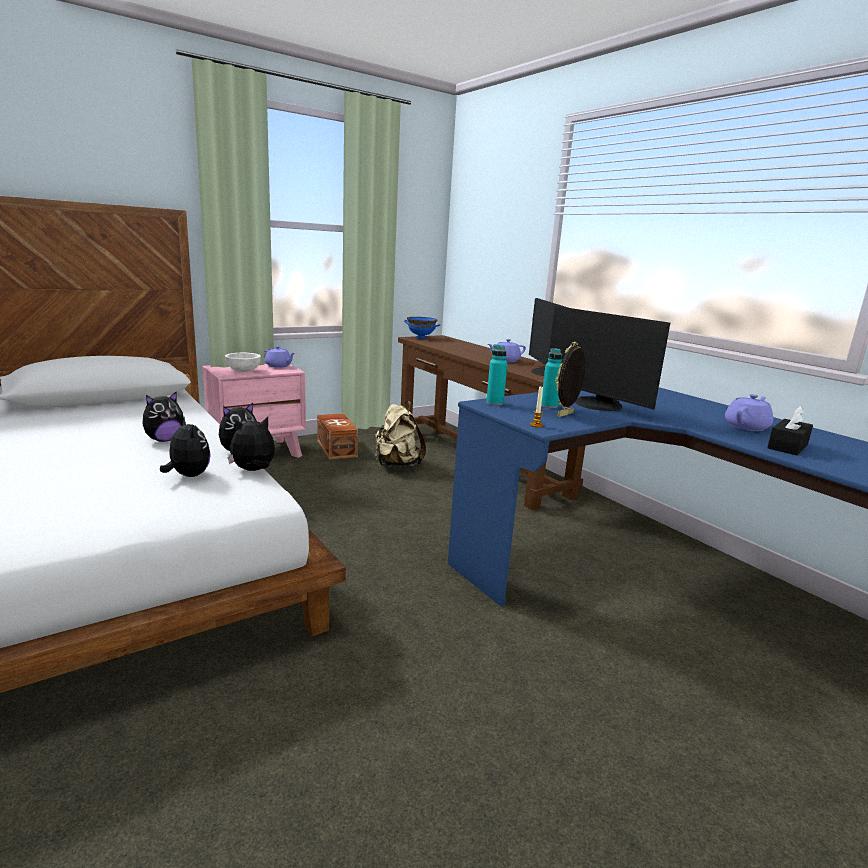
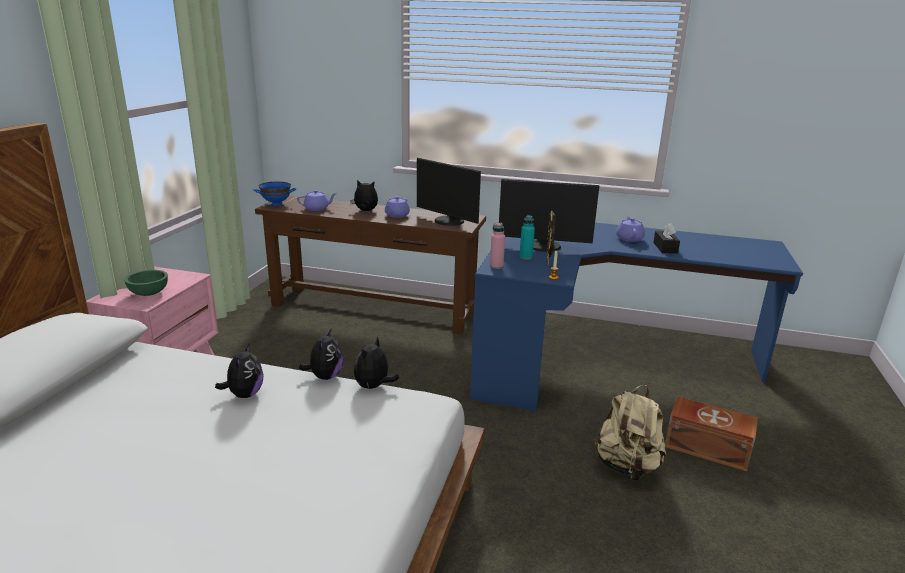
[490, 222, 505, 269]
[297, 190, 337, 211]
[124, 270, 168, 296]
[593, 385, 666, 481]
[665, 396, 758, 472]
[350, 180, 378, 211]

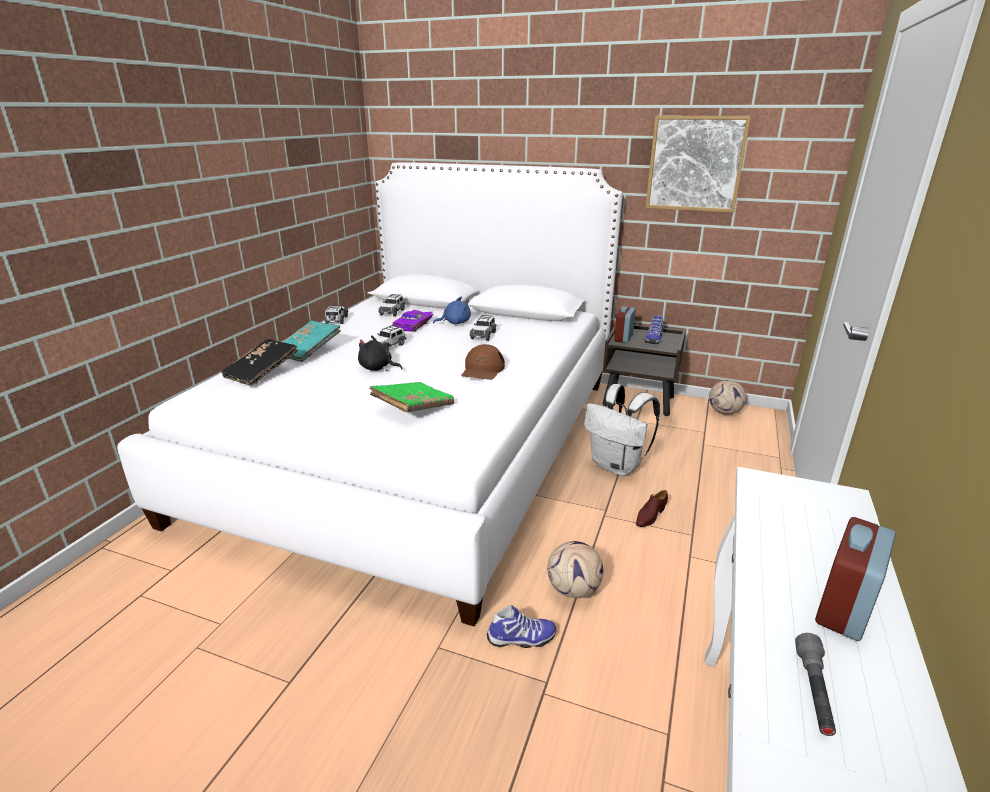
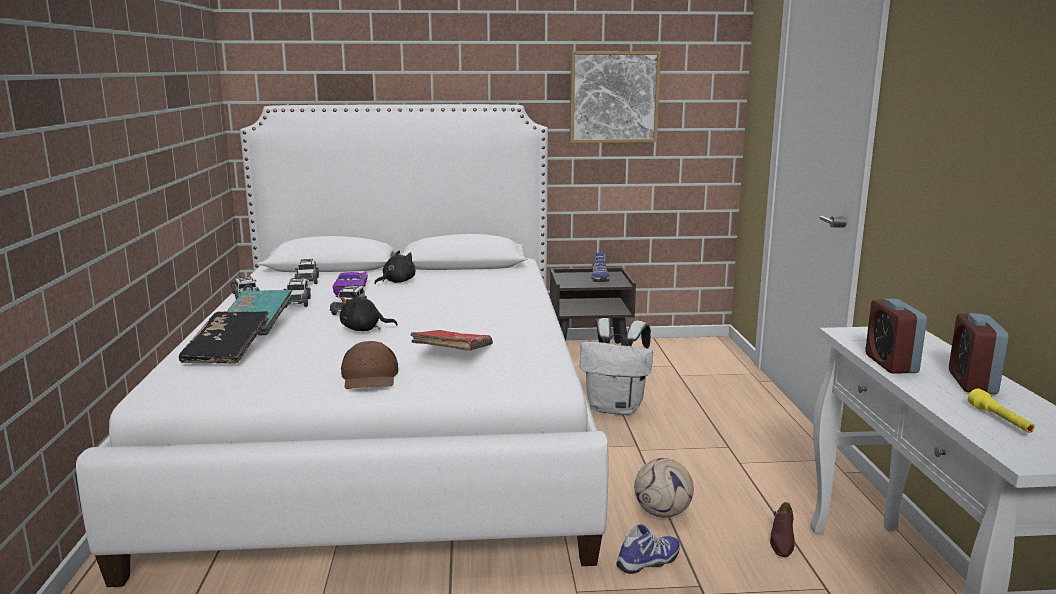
[374, 250, 416, 284]
[865, 299, 927, 374]
[284, 278, 311, 308]
[341, 341, 398, 389]
[709, 380, 746, 415] (first image)
[410, 330, 493, 351]
[770, 502, 794, 557]
[968, 389, 1035, 433]

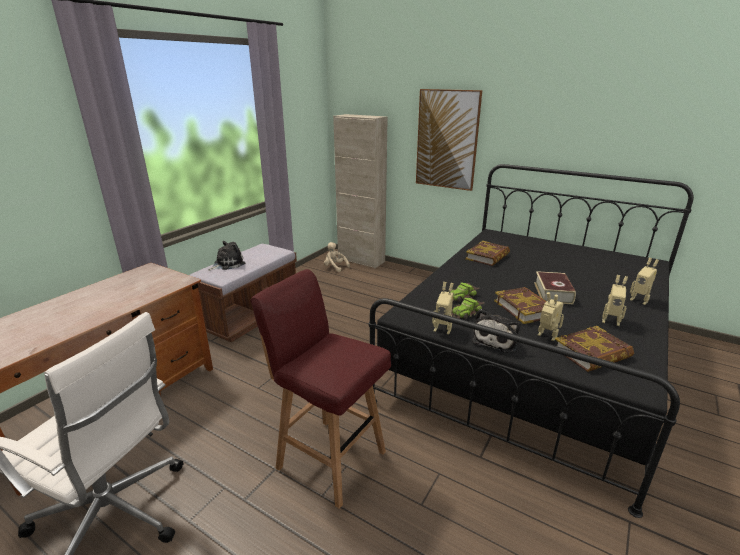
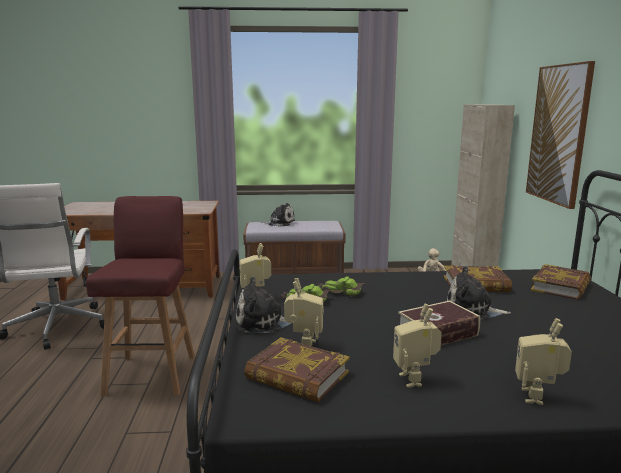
[531, 264, 591, 300]
[447, 266, 511, 320]

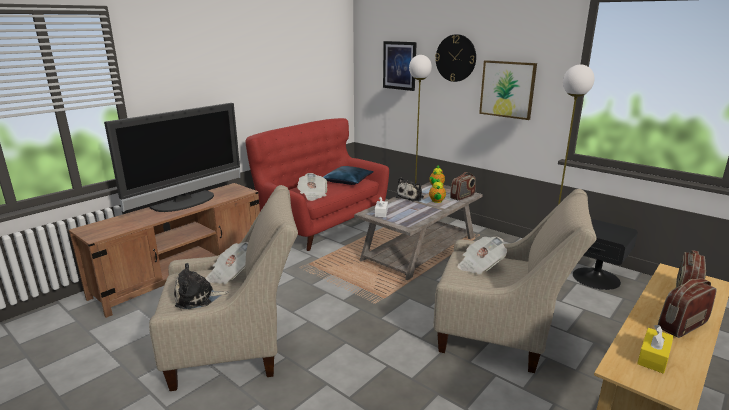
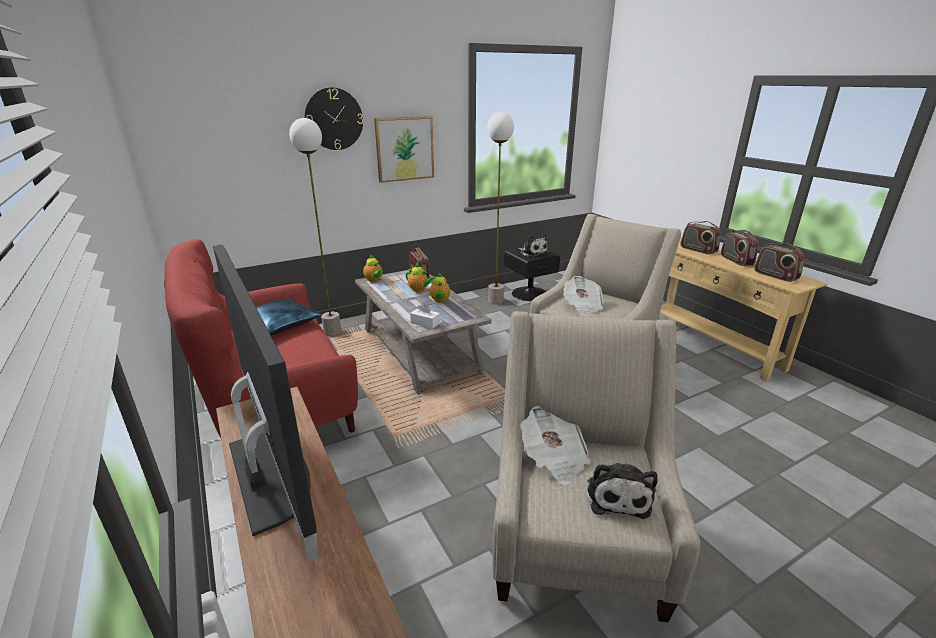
[383, 41, 417, 91] (first image)
[297, 173, 327, 201] (first image)
[518, 235, 548, 257]
[754, 243, 804, 282]
[430, 272, 450, 303]

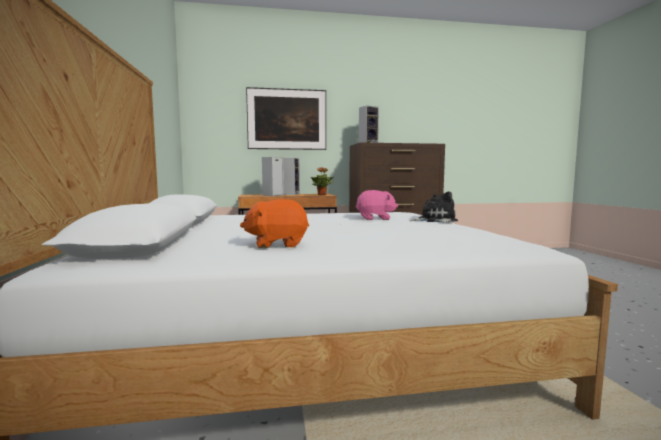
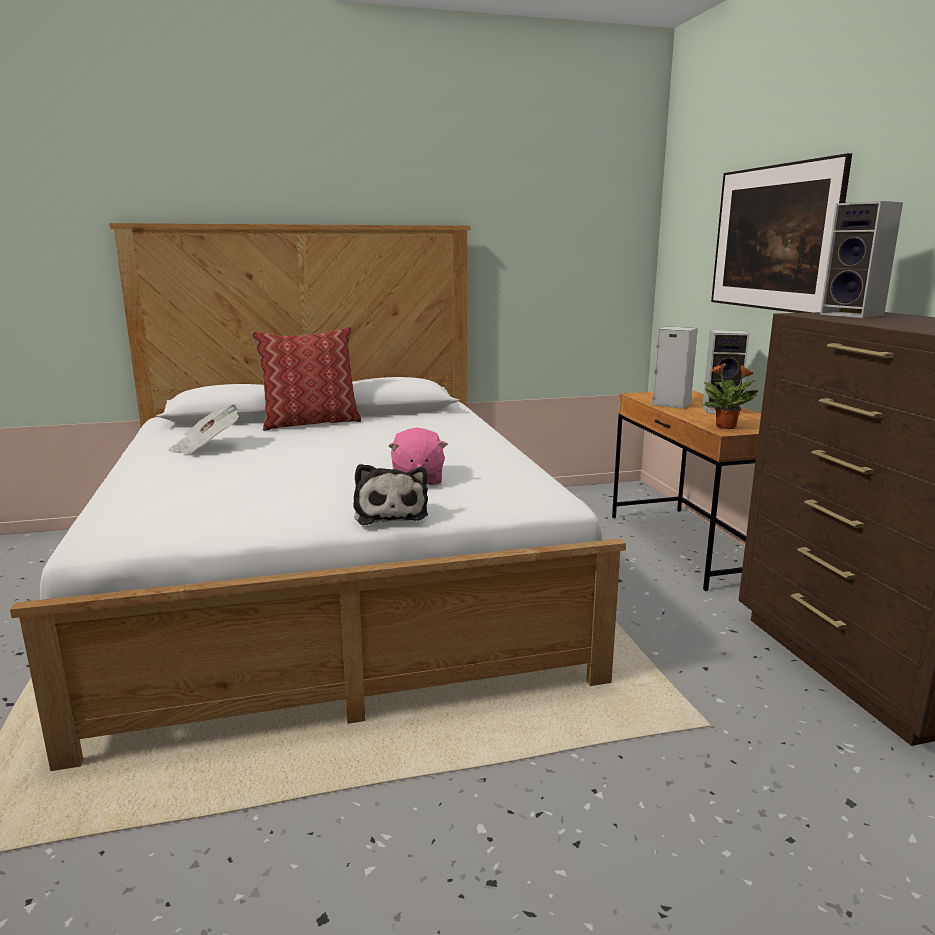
[169, 404, 241, 453]
[251, 327, 361, 431]

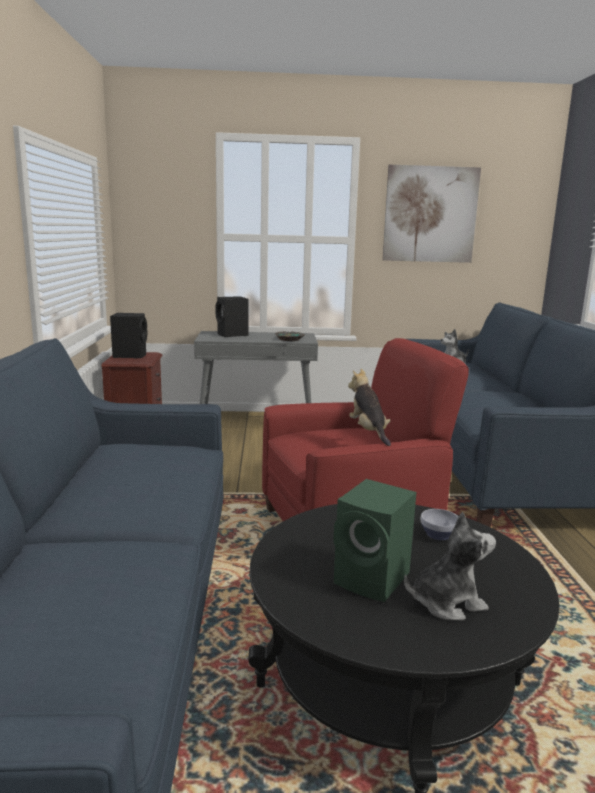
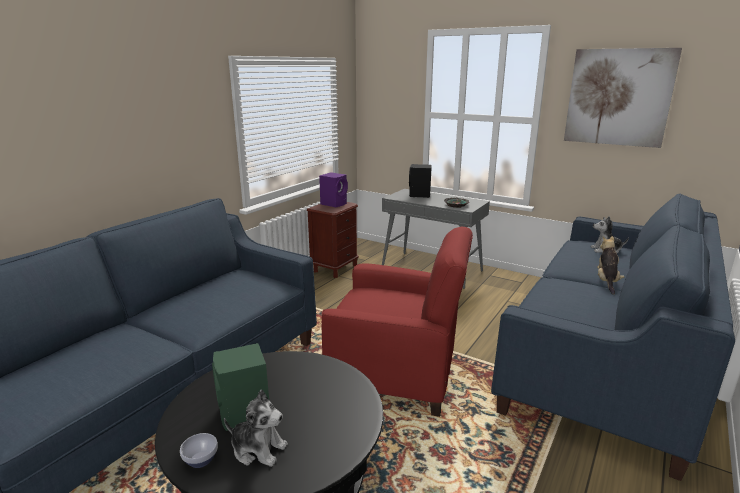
[319, 172, 348, 207]
[597, 236, 624, 294]
[180, 433, 218, 468]

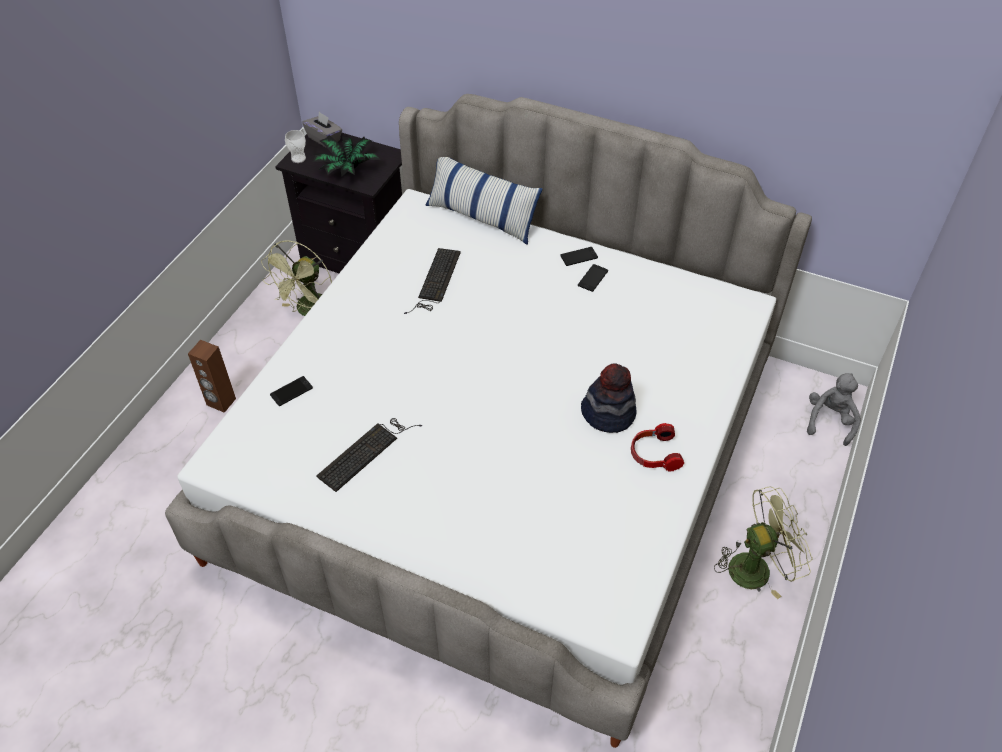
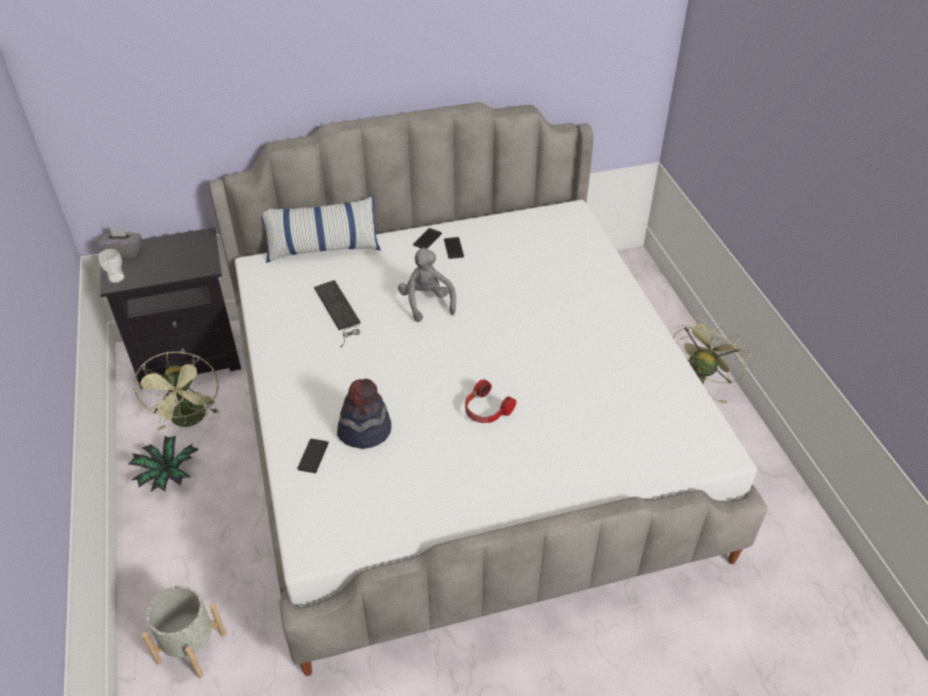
[129, 436, 199, 492]
[188, 340, 236, 413] (first image)
[337, 379, 391, 449]
[398, 248, 456, 322]
[316, 418, 422, 492] (first image)
[465, 379, 516, 423]
[142, 586, 226, 678]

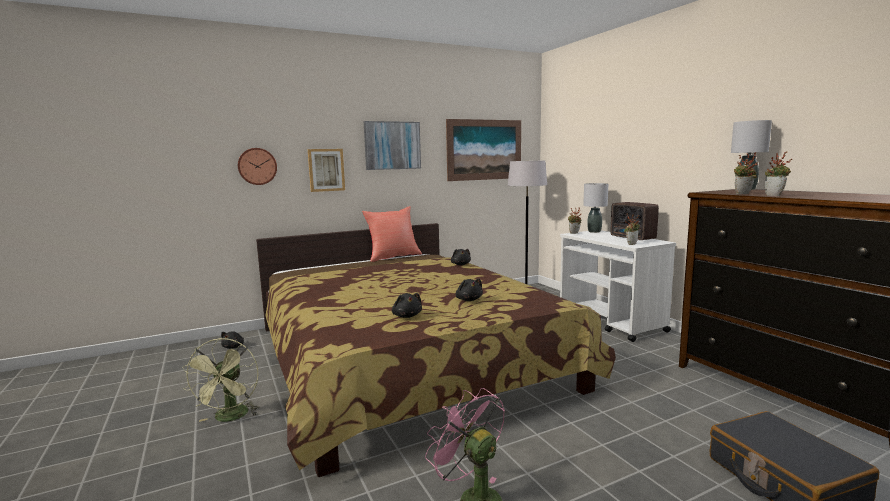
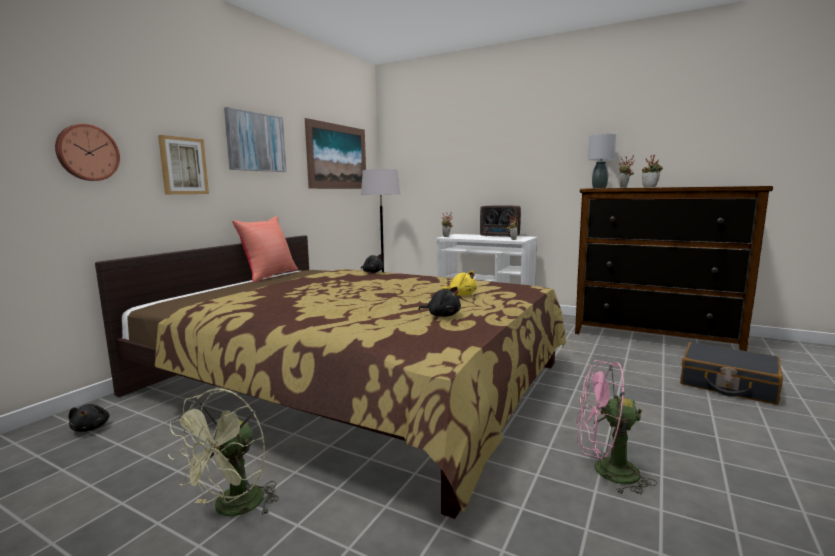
[583, 183, 608, 233] (first image)
[441, 271, 477, 296]
[168, 389, 279, 516]

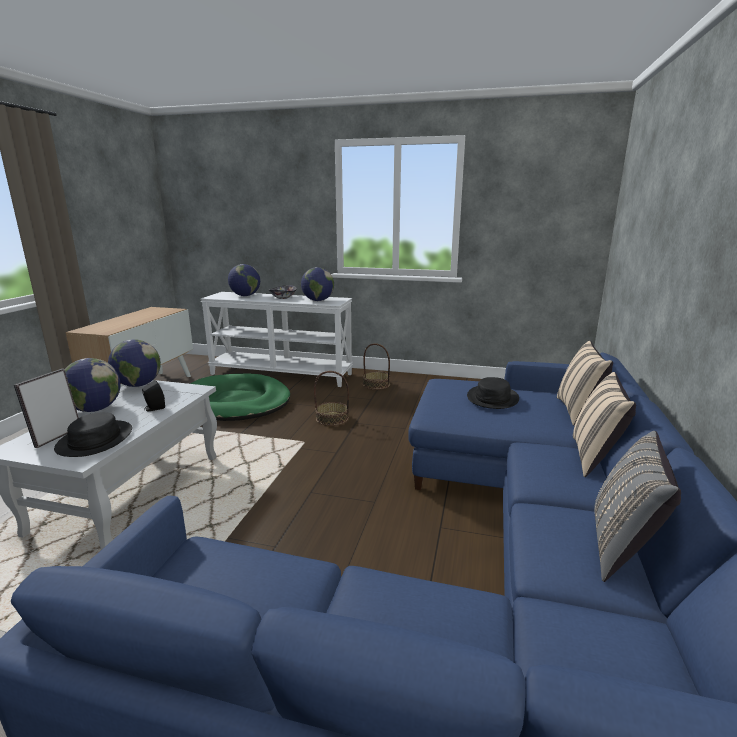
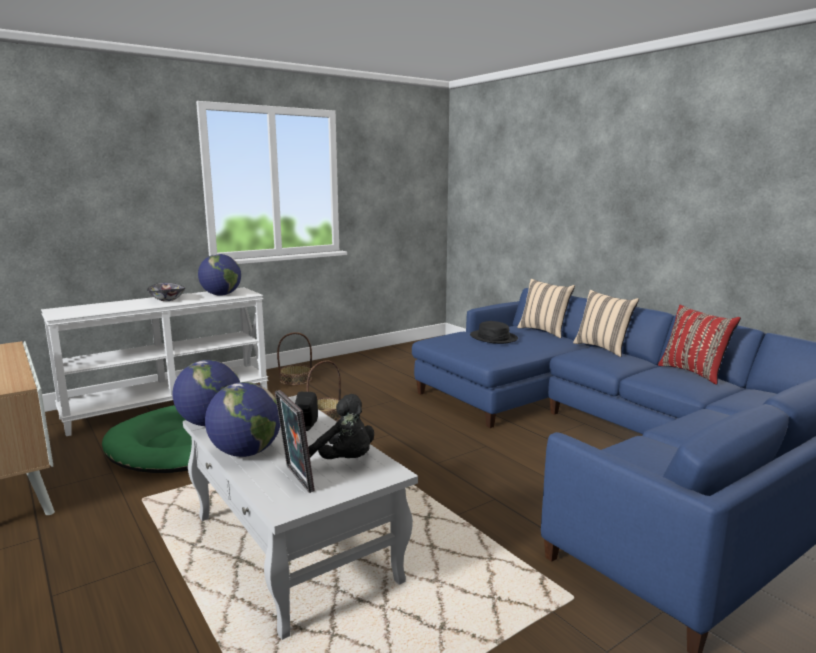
[228, 264, 260, 296] (first image)
[308, 394, 374, 459]
[658, 305, 741, 385]

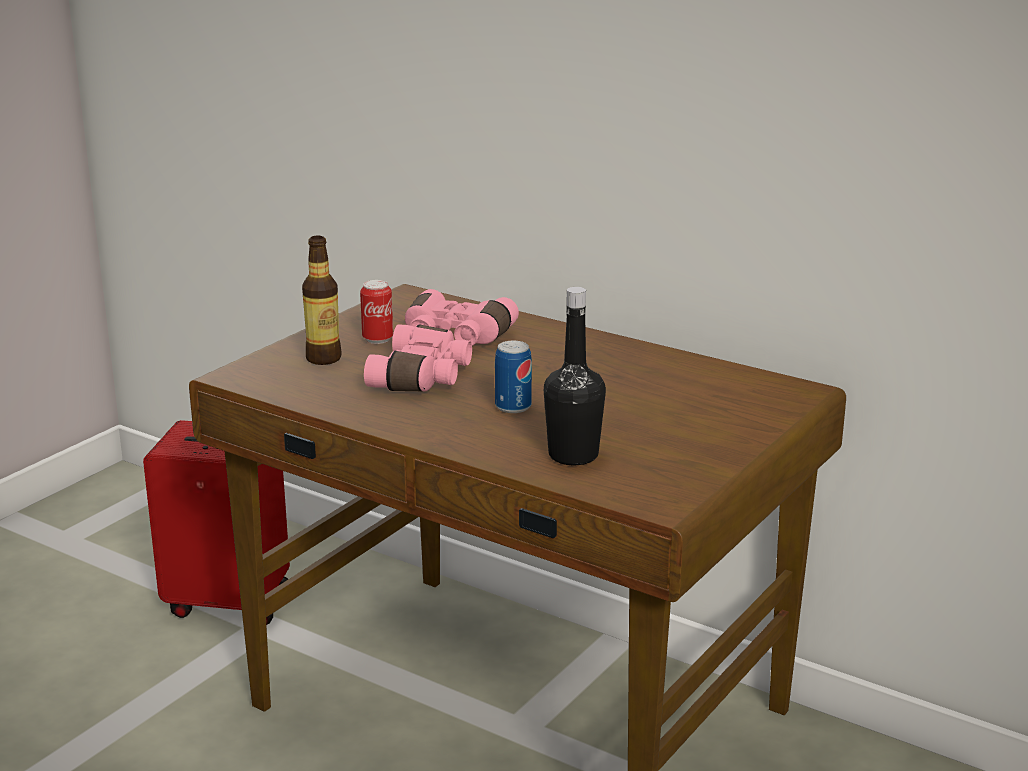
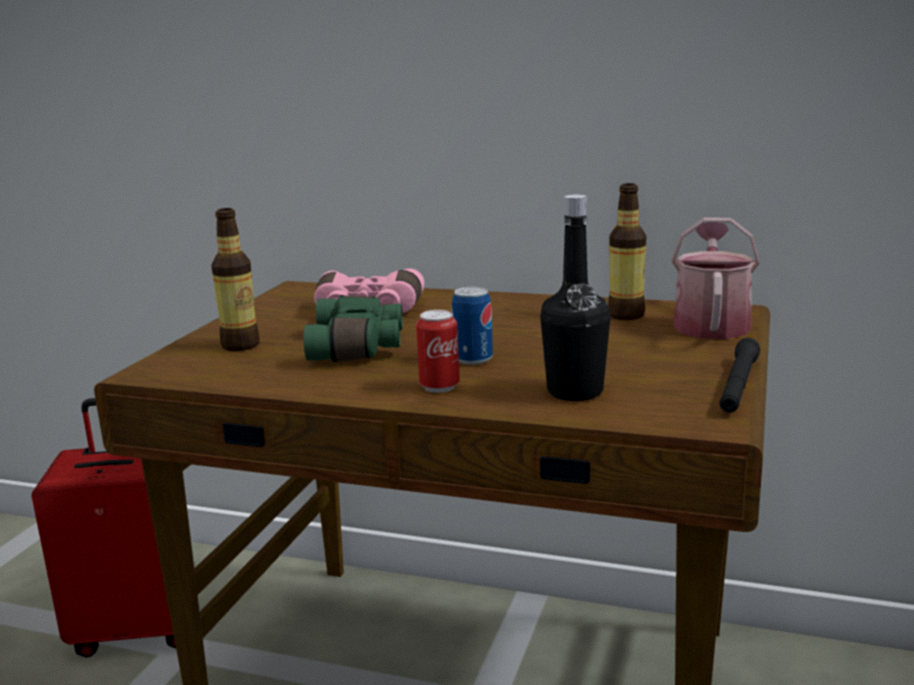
[416, 310, 460, 393]
[304, 295, 403, 362]
[608, 183, 646, 320]
[671, 218, 760, 339]
[720, 338, 760, 412]

